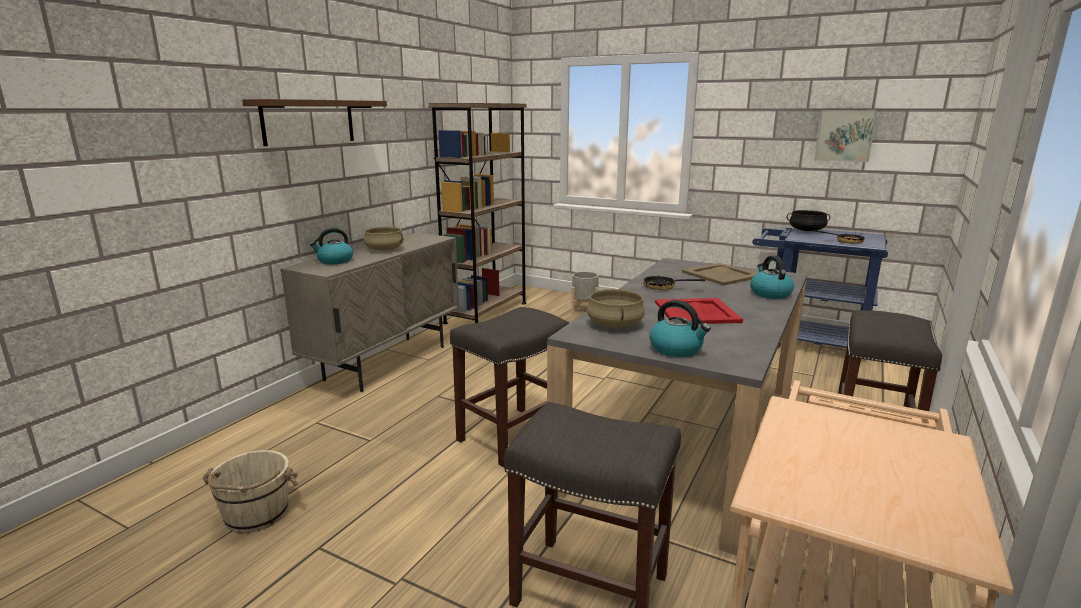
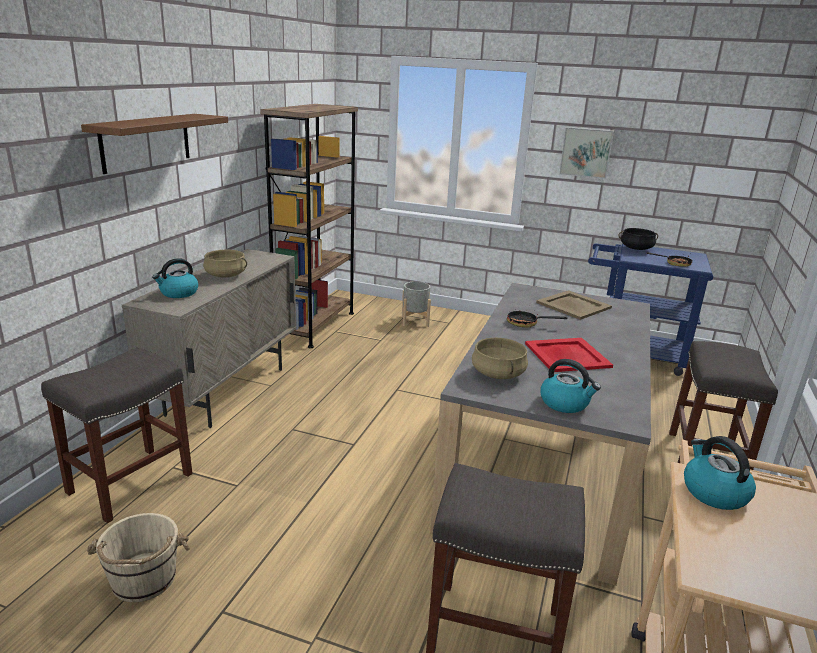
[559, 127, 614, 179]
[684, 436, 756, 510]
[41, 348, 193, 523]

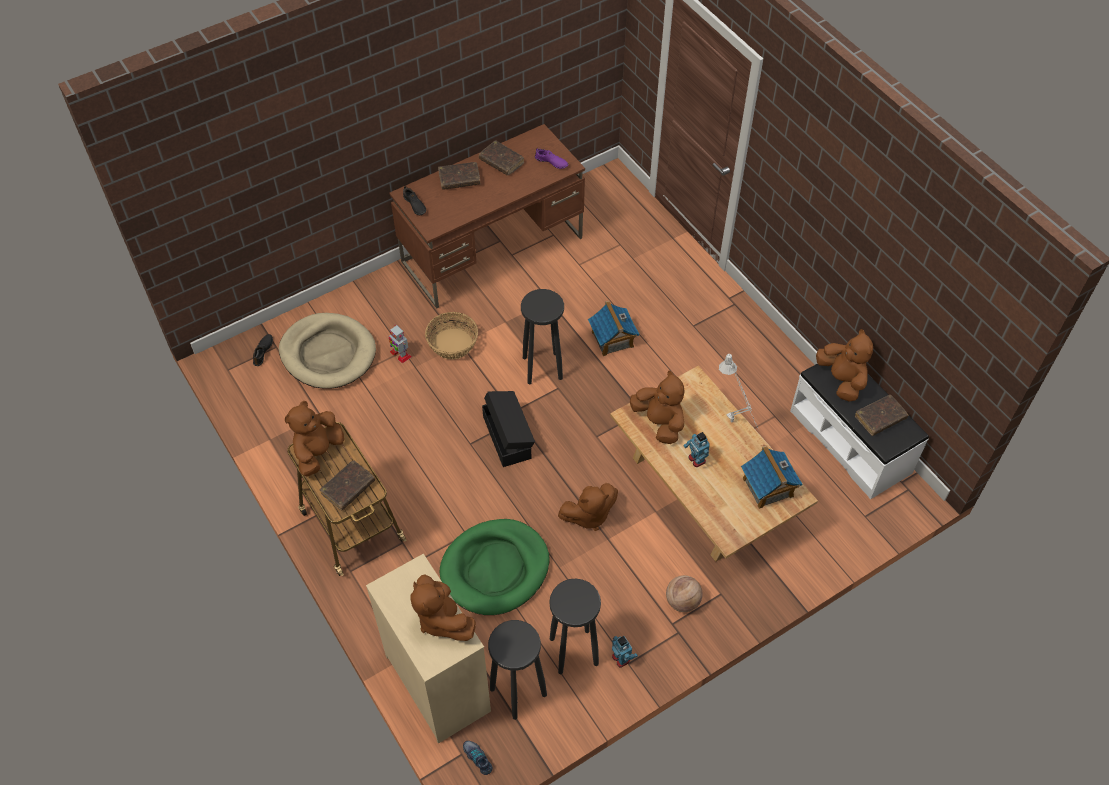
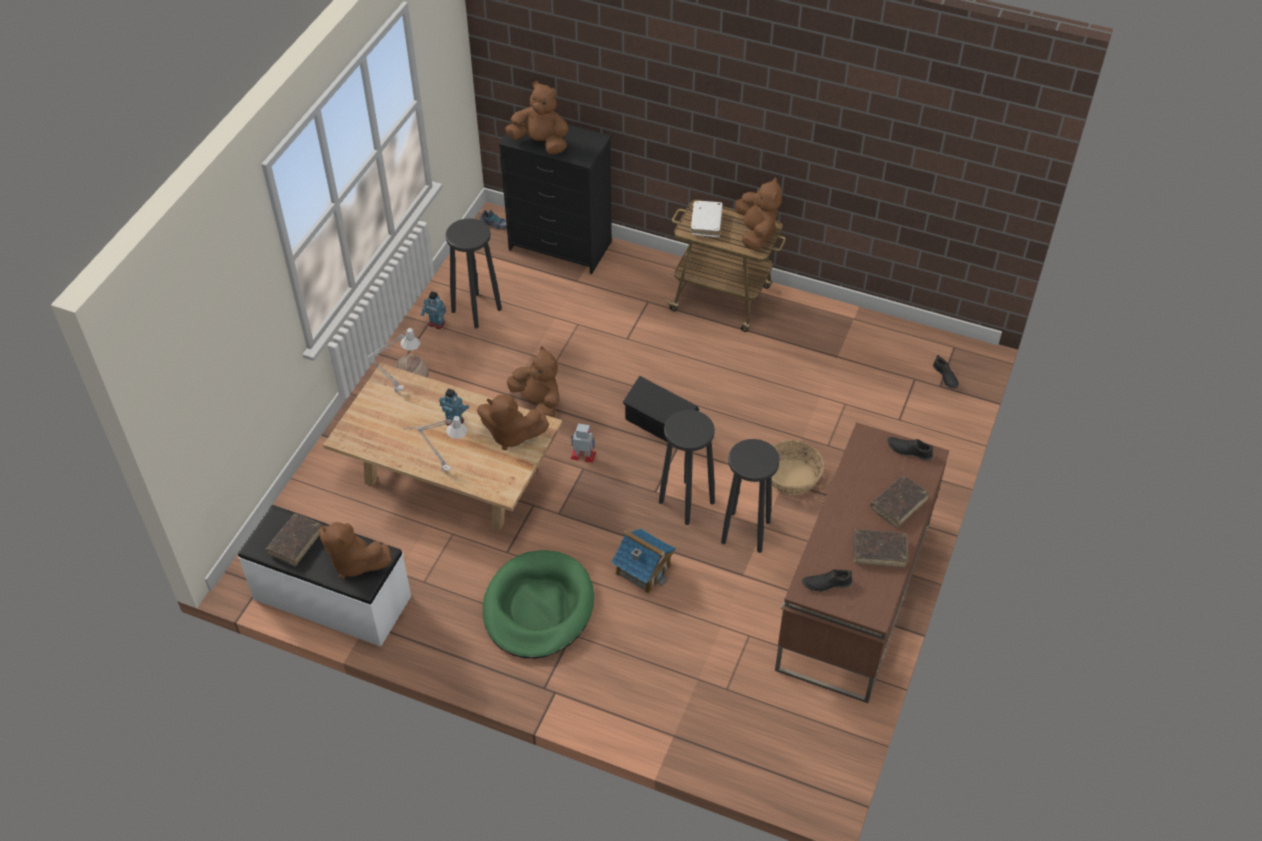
[802, 569, 853, 591]
[279, 313, 376, 389] (first image)
[571, 423, 596, 463]
[741, 445, 803, 509] (first image)
[690, 201, 722, 237]
[507, 346, 559, 417]
[483, 550, 594, 659]
[499, 119, 612, 274]
[721, 439, 780, 553]
[350, 328, 420, 393]

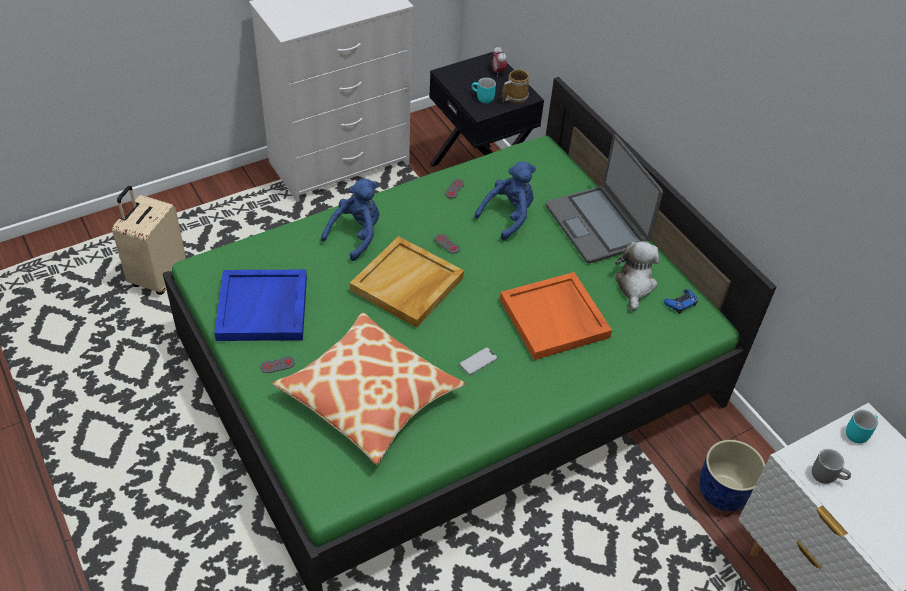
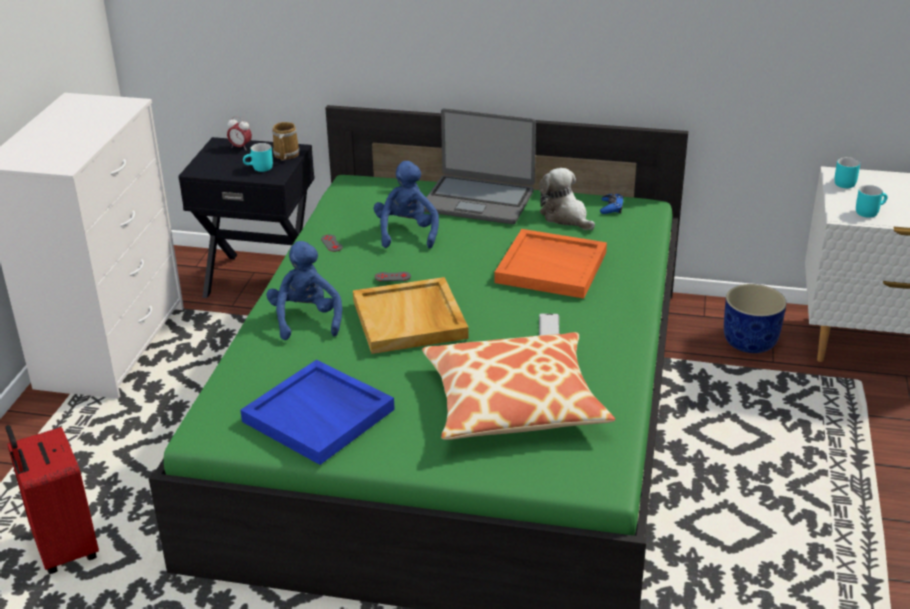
[5, 425, 99, 574]
[260, 356, 295, 373] (first image)
[856, 185, 887, 218]

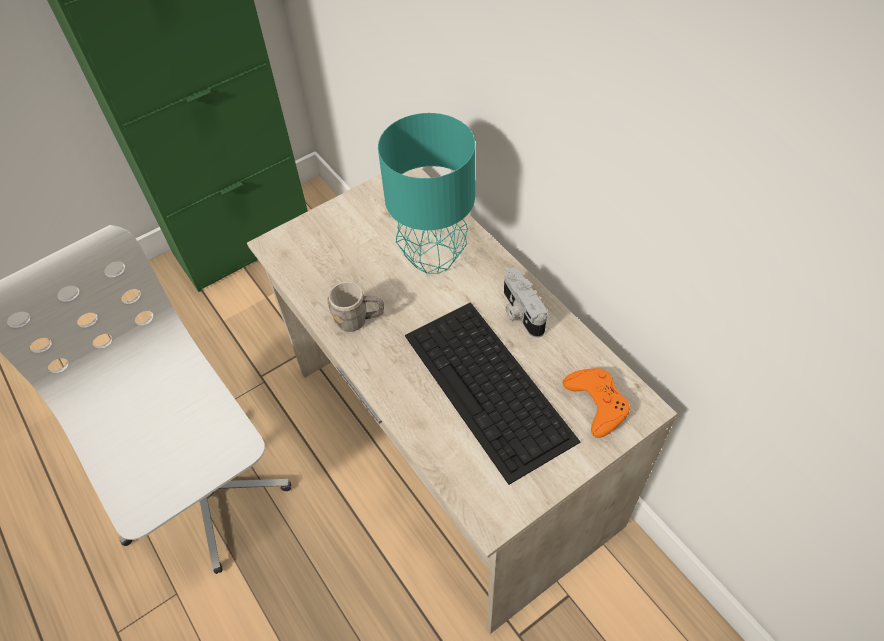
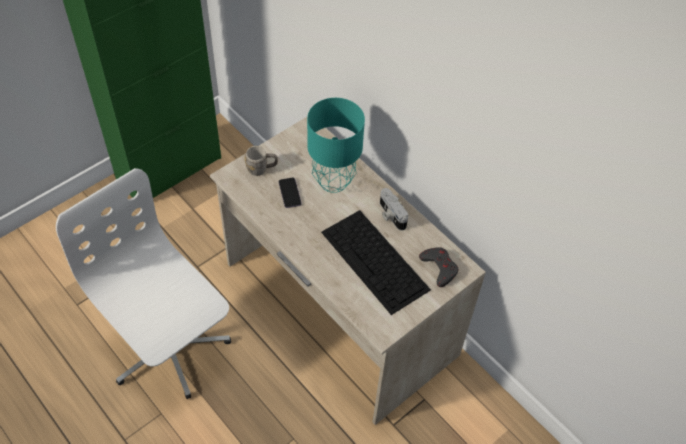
[245, 146, 278, 176]
[419, 247, 458, 287]
[279, 178, 302, 208]

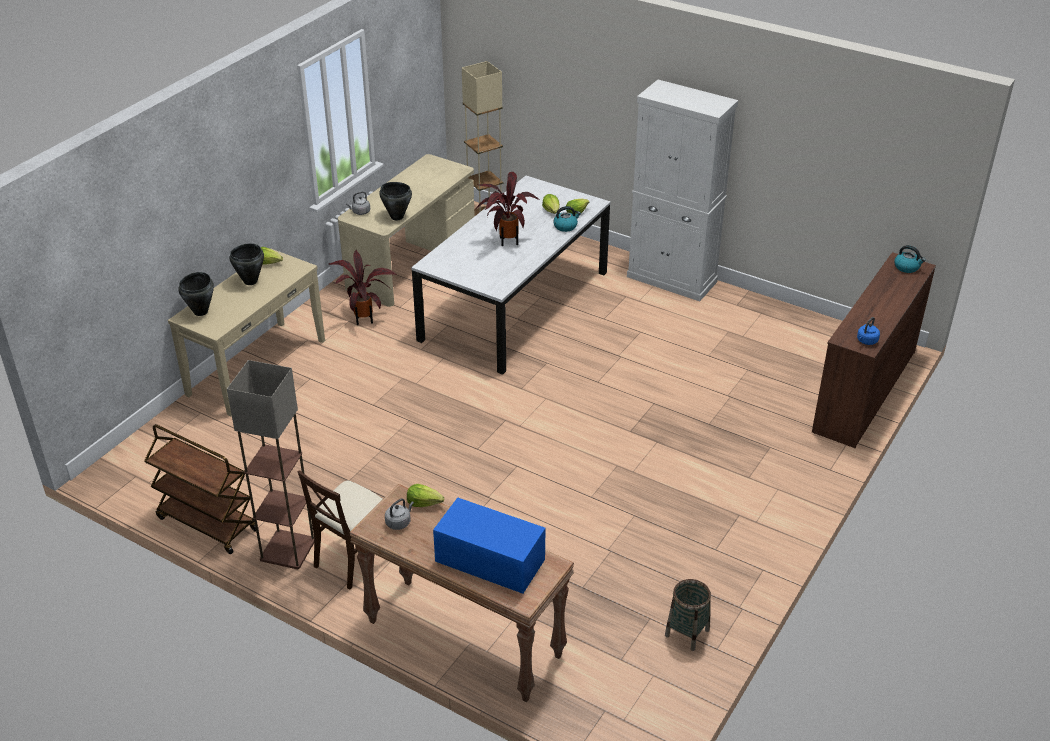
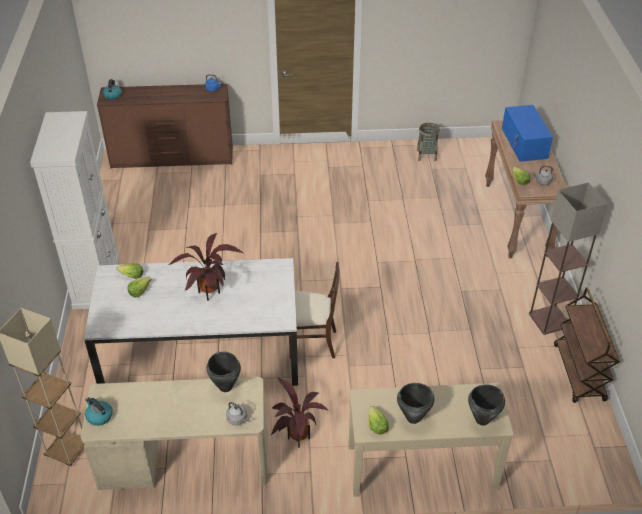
[85, 397, 113, 426]
[289, 262, 340, 359]

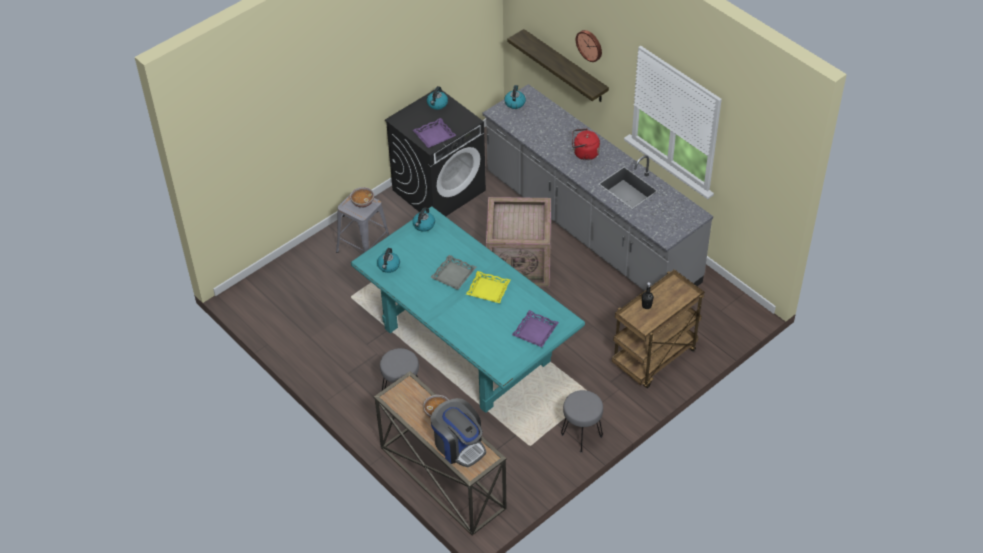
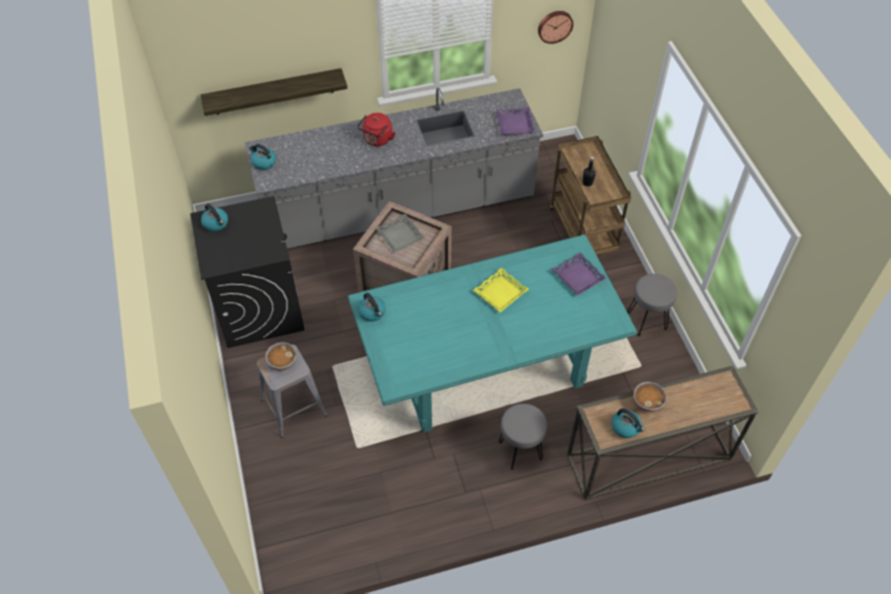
[538, 11, 573, 44]
[496, 107, 535, 135]
[611, 409, 645, 438]
[376, 214, 425, 253]
[430, 398, 486, 467] (first image)

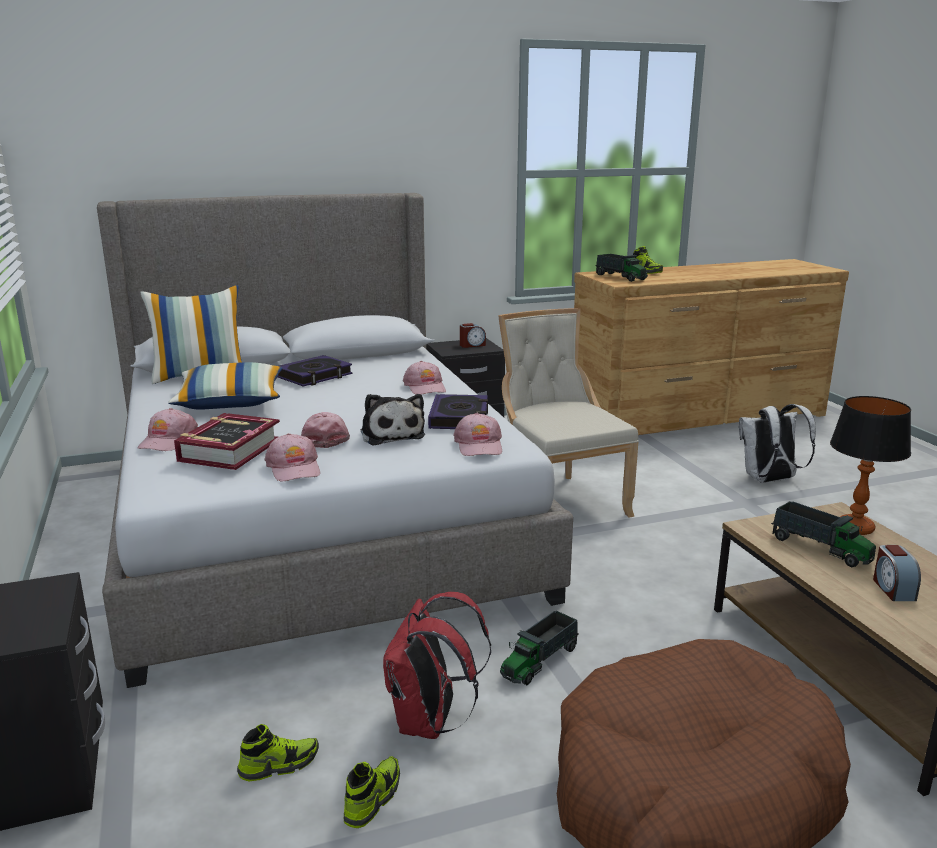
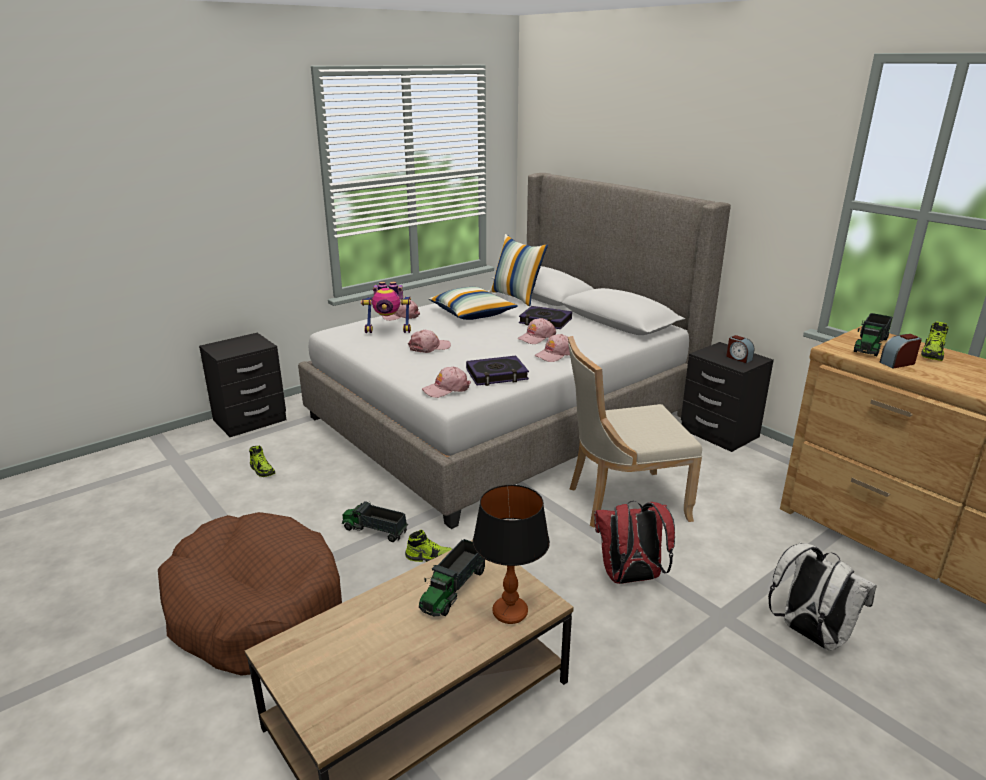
[568, 336, 702, 528]
[361, 394, 425, 446] (first image)
[361, 282, 411, 333]
[517, 318, 556, 344]
[880, 334, 922, 369]
[594, 501, 675, 584]
[405, 530, 452, 562]

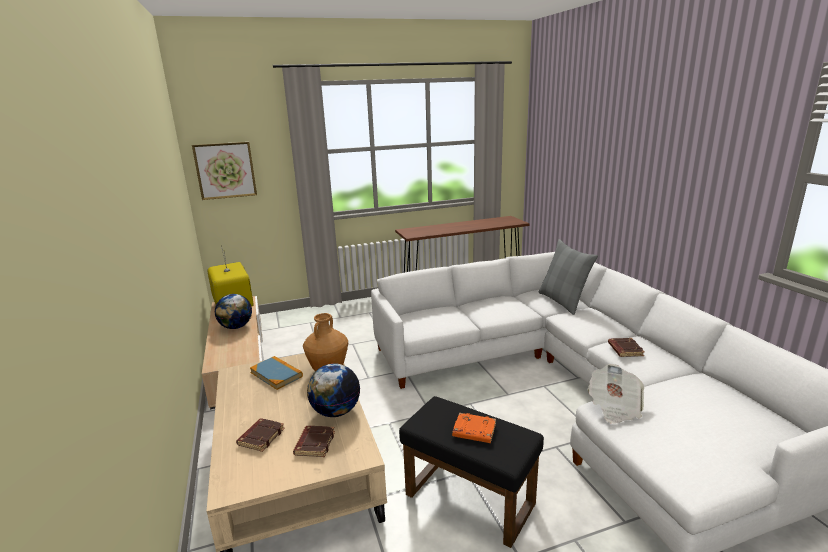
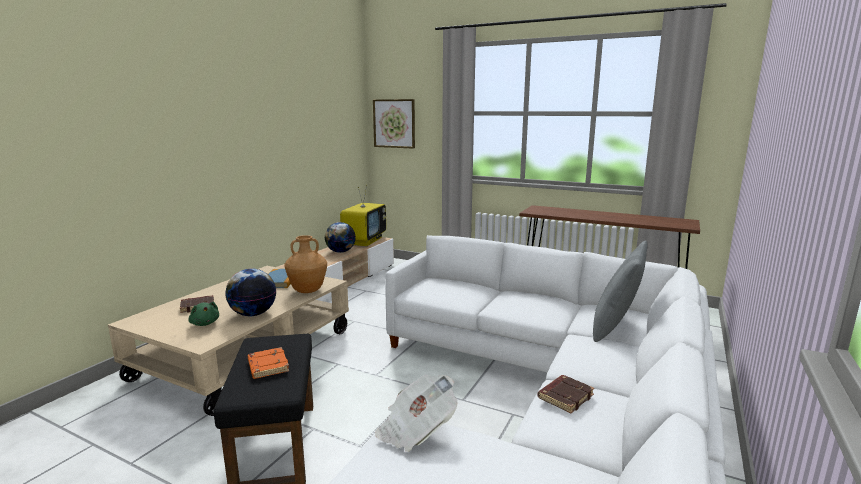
[188, 302, 219, 326]

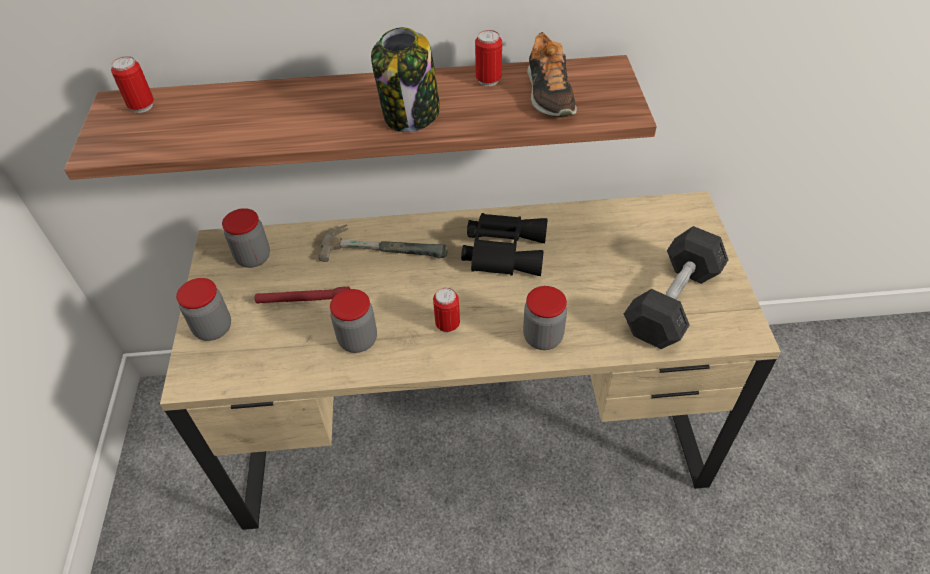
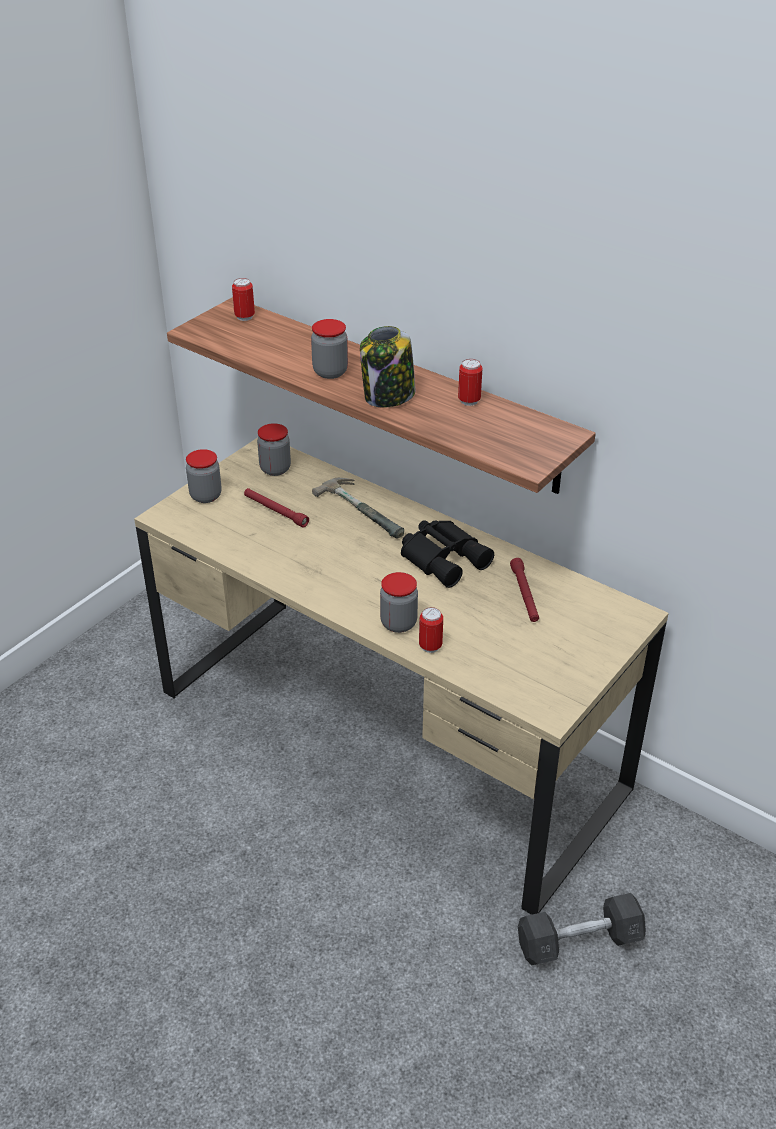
[527, 32, 577, 117] (first image)
[518, 893, 646, 966]
[419, 607, 443, 653]
[311, 319, 348, 379]
[510, 558, 539, 622]

